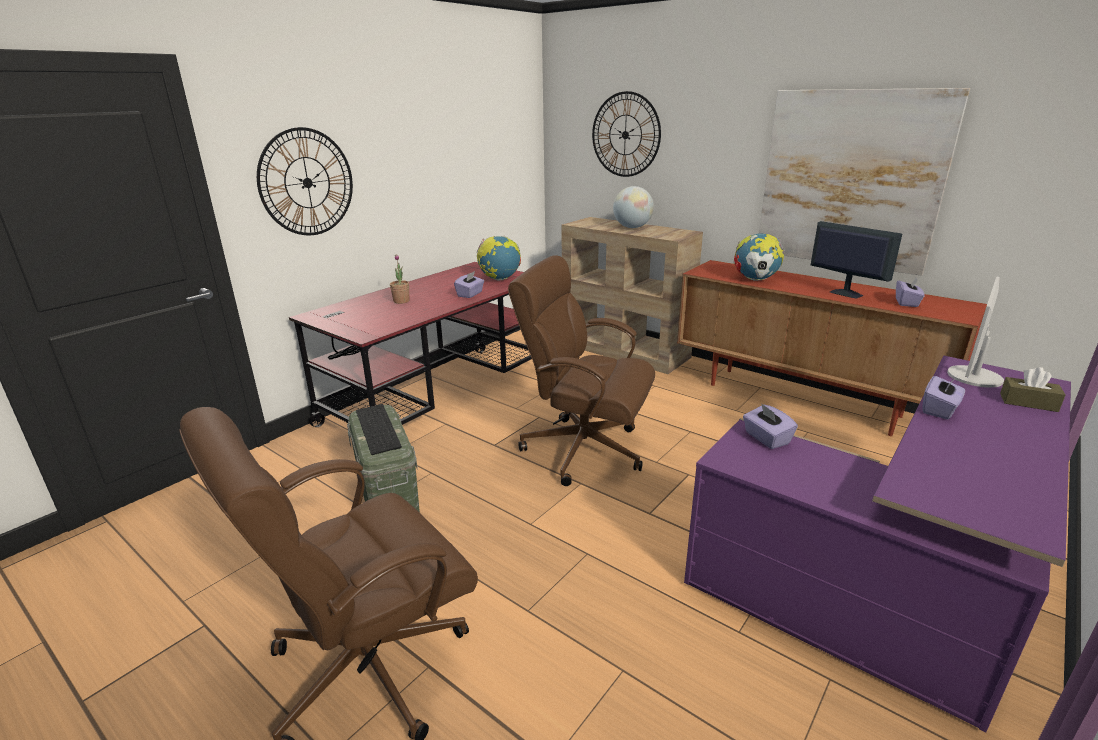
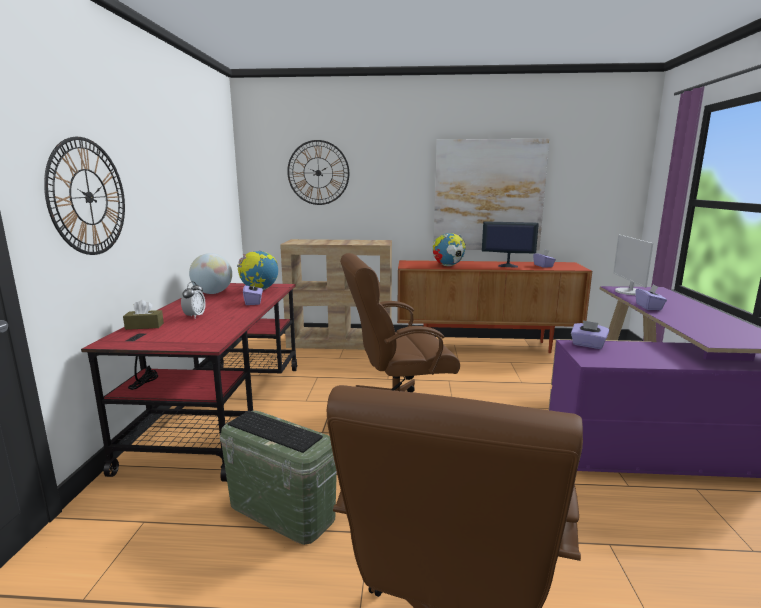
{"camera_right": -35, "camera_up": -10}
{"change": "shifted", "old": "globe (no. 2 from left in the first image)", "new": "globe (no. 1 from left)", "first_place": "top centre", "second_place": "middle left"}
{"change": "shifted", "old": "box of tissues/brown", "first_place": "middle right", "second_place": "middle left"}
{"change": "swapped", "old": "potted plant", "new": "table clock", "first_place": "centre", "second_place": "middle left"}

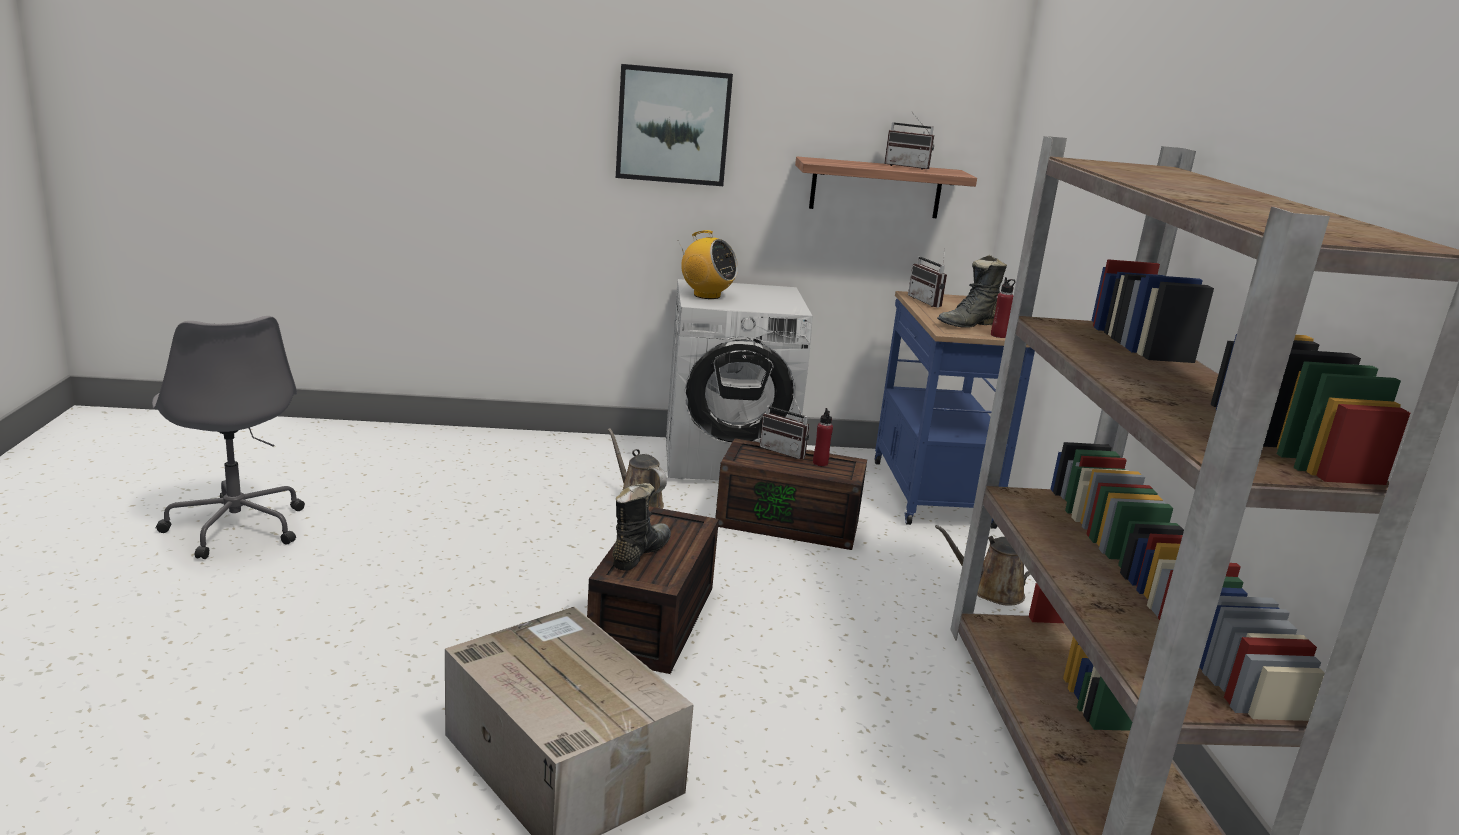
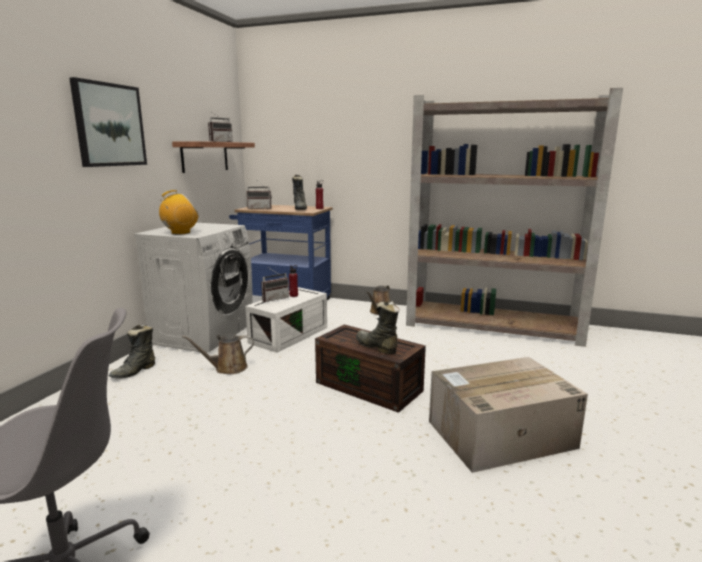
{"camera_right": -65, "camera_up": -5}
{"change": "new", "new": "high-top boot/blackish (no. 1 from left)", "second_place": "middle left"}
{"change": "repainted", "old": "storage box/brown (no. 2 from left)", "new": "storage box/whitish", "first_place": "centre", "second_place": "centre"}

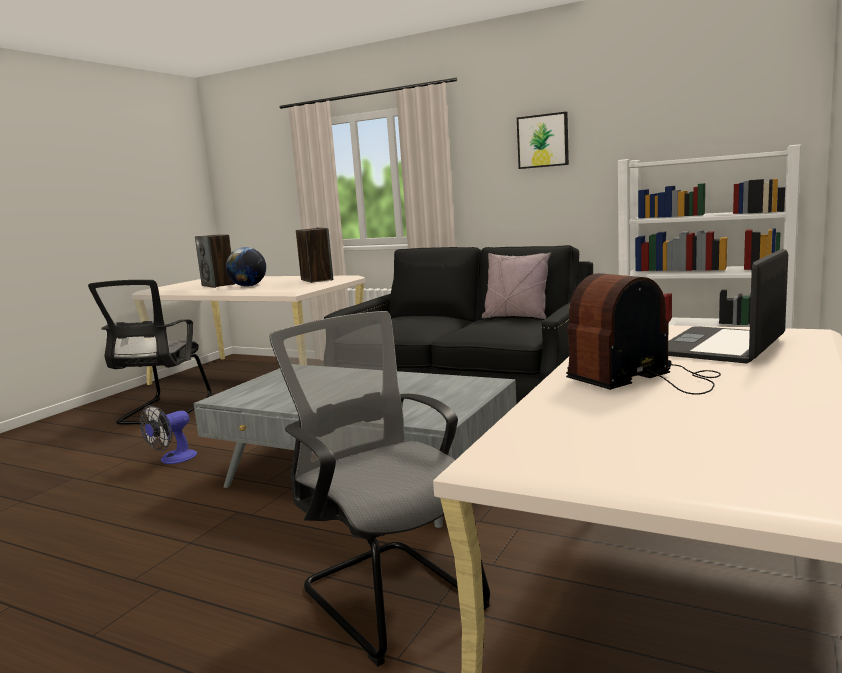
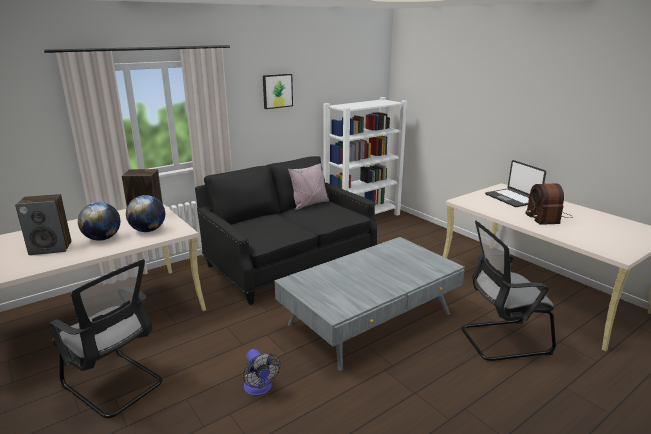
{"camera_right": -65, "camera_up": 10}
{"change": "new", "new": "globe (no. 2 from left)", "second_place": "middle left"}

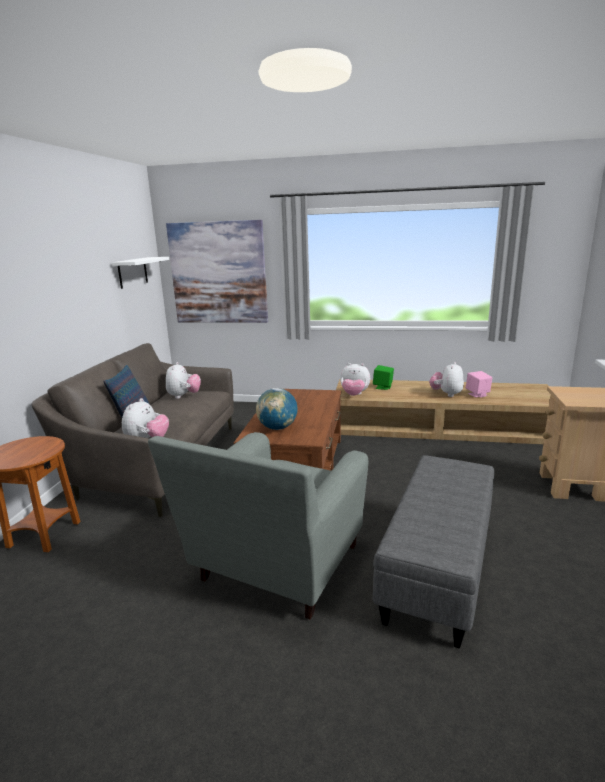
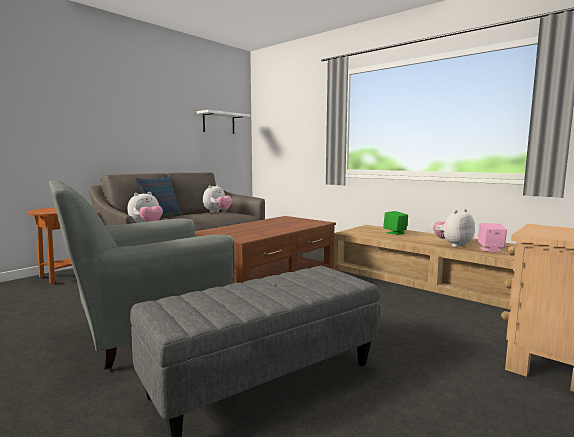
{"camera_right": 30, "camera_up": -10}
{"change": "gone", "old": "picture", "first_place": "centre"}
{"change": "gone", "old": "globe", "first_place": "centre"}
{"change": "gone", "old": "plush toy (no. 3 from left)", "first_place": "centre"}

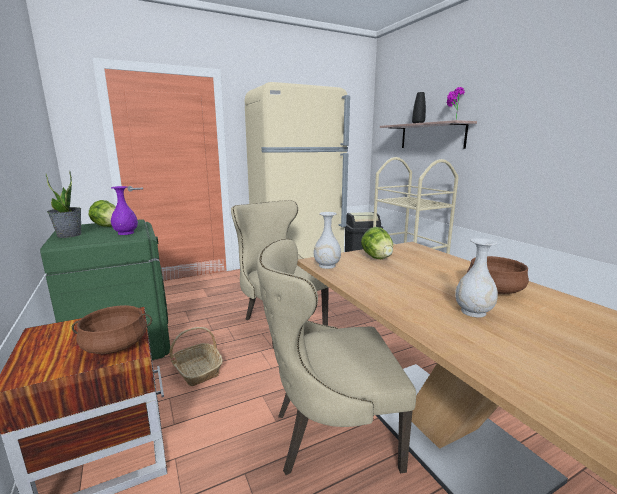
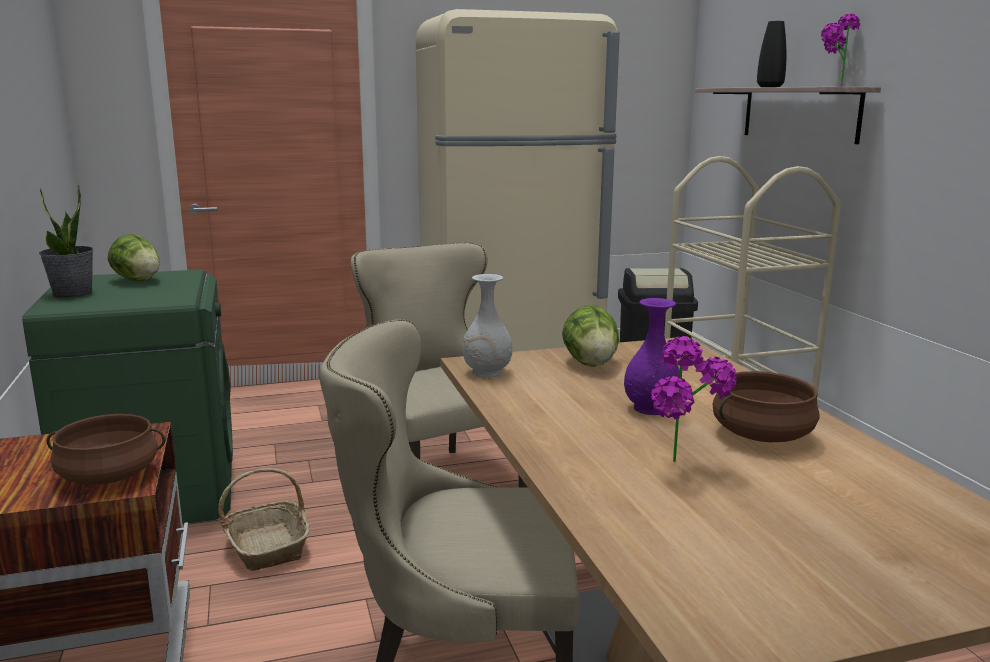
{"camera_right": 10, "camera_up": 0}
{"change": "shifted", "old": "flower vase/purple-coloured", "first_place": "middle left", "second_place": "centre"}
{"change": "swapped", "old": "flower vase/whitish (no. 2 from left)", "new": "potted plant (no. 2 from left)", "first_place": "middle right", "second_place": "middle right"}

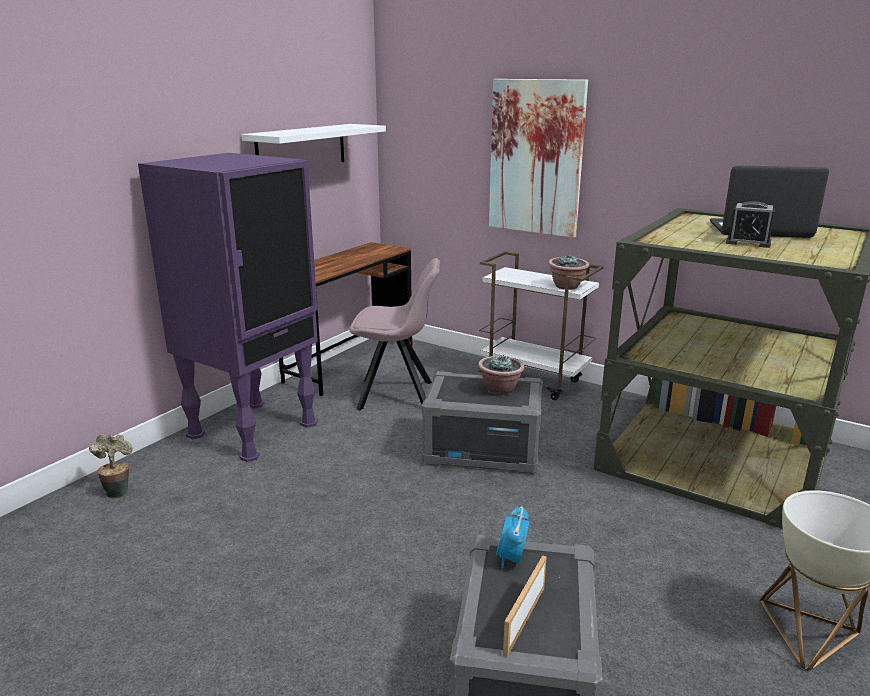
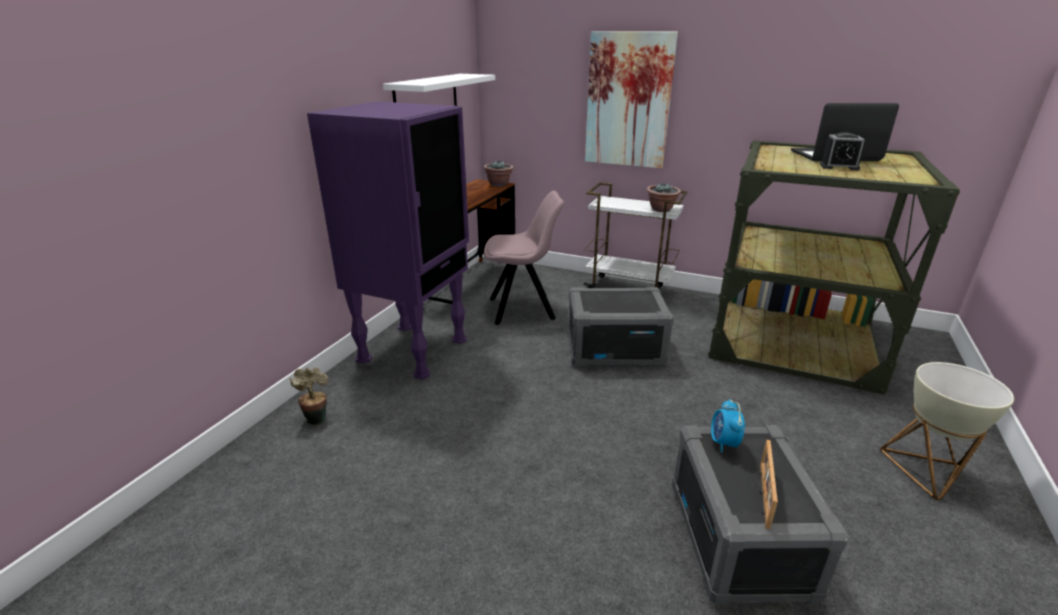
{"camera_right": -10, "camera_up": 5}
{"change": "shifted", "old": "potted plant (no. 2 from left)", "first_place": "centre", "second_place": "top centre"}

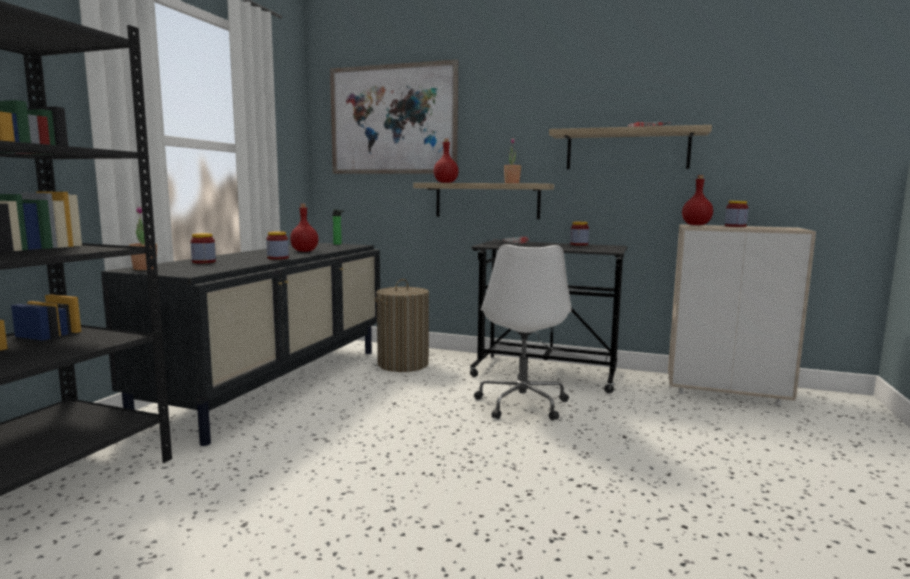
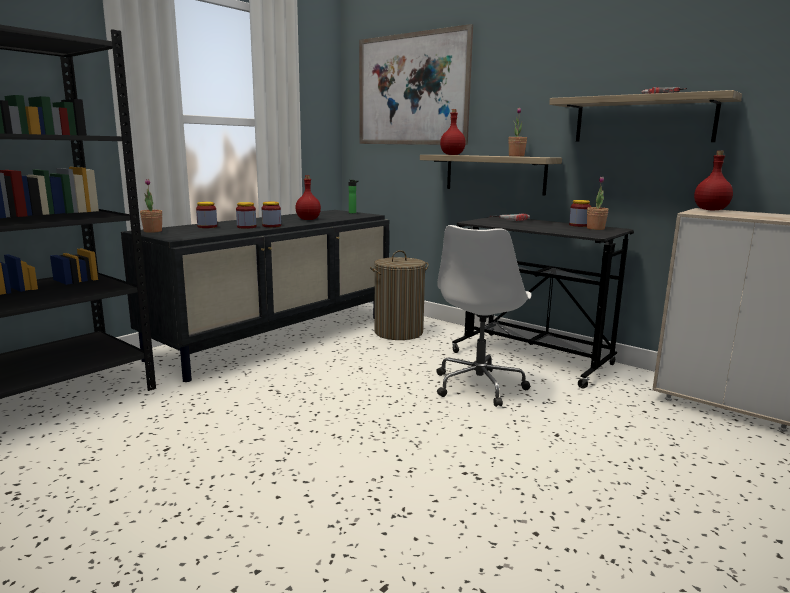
{"camera_right": 20, "camera_up": 5}
{"change": "new", "new": "potted plant (no. 3 from left)", "second_place": "middle right"}
{"change": "shifted", "old": "jar (no. 4 from left in the first image)", "new": "jar (no. 2 from left)", "first_place": "middle right", "second_place": "middle left"}

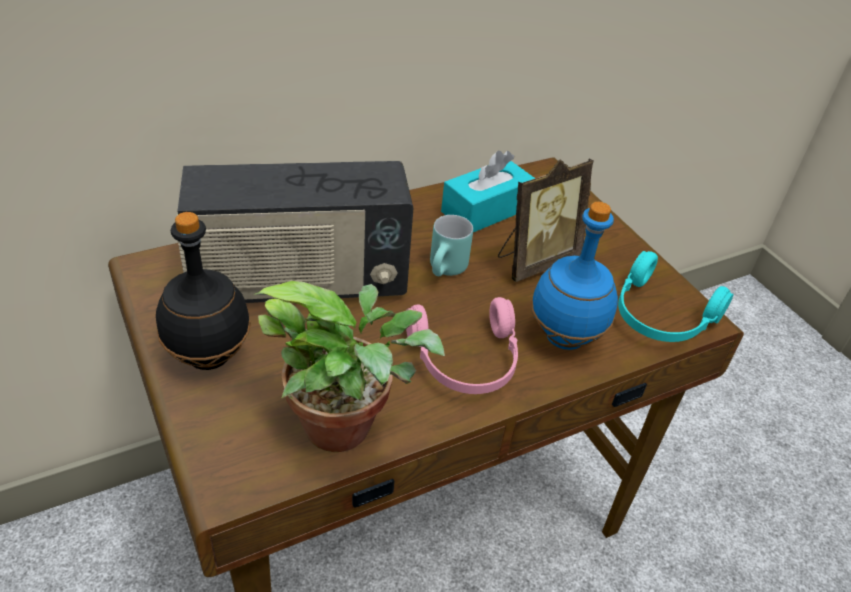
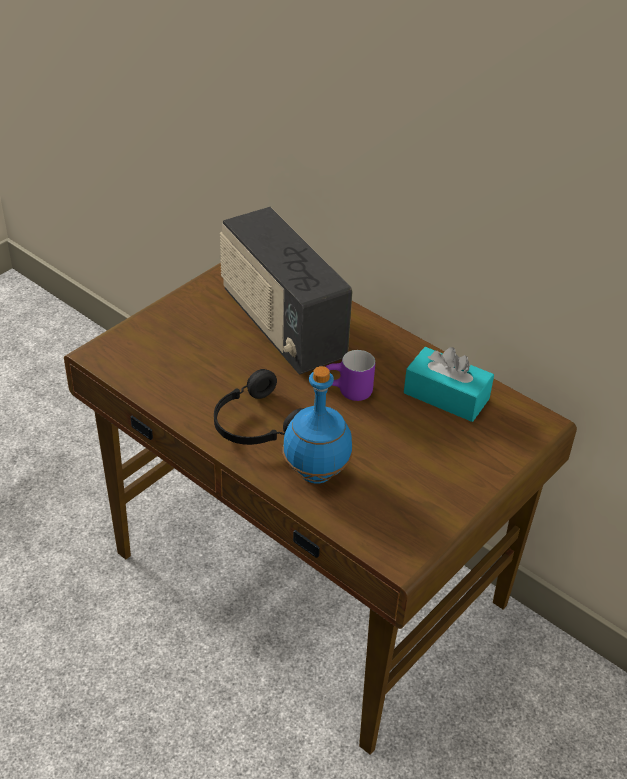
{"camera_right": 70, "camera_up": 0}
{"change": "gone", "old": "bottle/blackish", "first_place": "middle left"}
{"change": "gone", "old": "potted plant", "first_place": "centre"}
{"change": "gone", "old": "photo frame", "first_place": "centre"}
{"change": "gone", "old": "pair of headphones/blue-green", "first_place": "middle right"}
{"change": "repainted", "old": "pair of headphones/pink", "new": "pair of headphones/blackish", "first_place": "centre", "second_place": "centre"}
{"change": "repainted", "old": "coffee mug/blue-green", "new": "coffee mug/purple-coloured", "first_place": "centre", "second_place": "centre"}

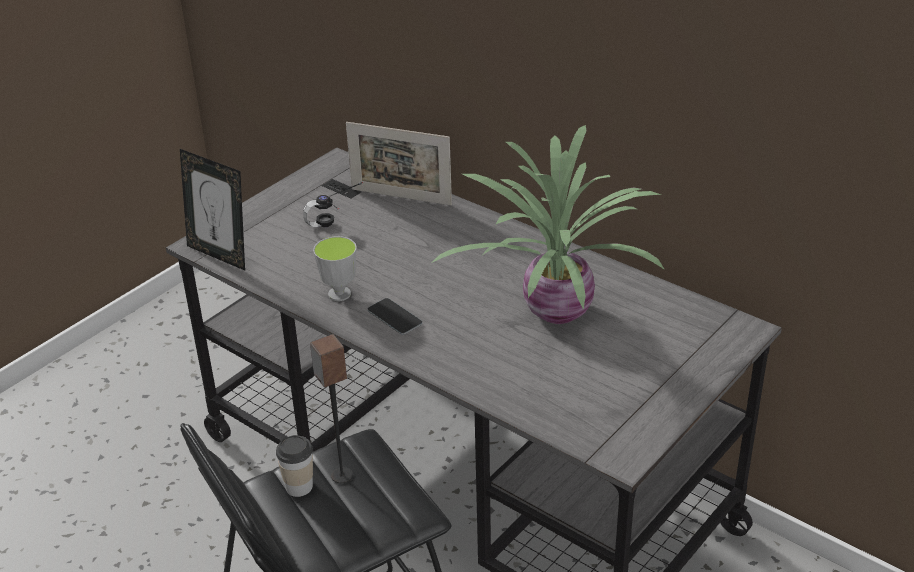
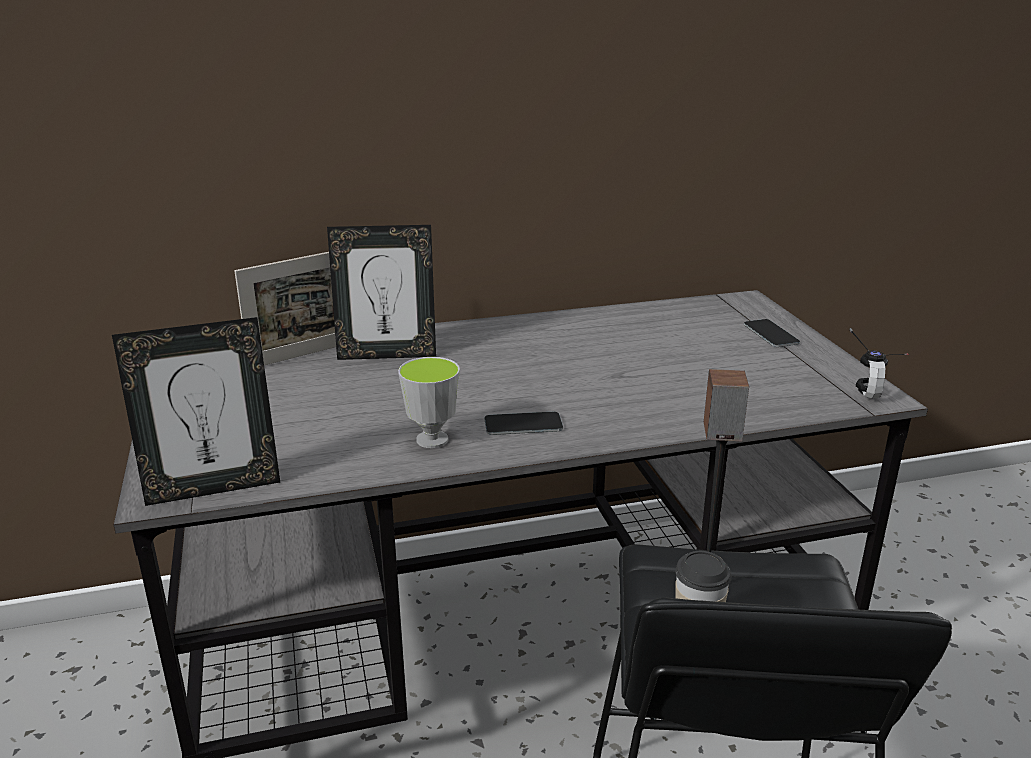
{"camera_right": -55, "camera_up": -10}
{"change": "gone", "old": "potted plant", "first_place": "centre"}
{"change": "new", "new": "photo frame (no. 3 from left)", "second_place": "centre"}
{"change": "new", "new": "telephone (no. 2 from left)", "second_place": "middle right"}
{"change": "shifted", "old": "pair of headphones", "first_place": "centre", "second_place": "middle right"}

